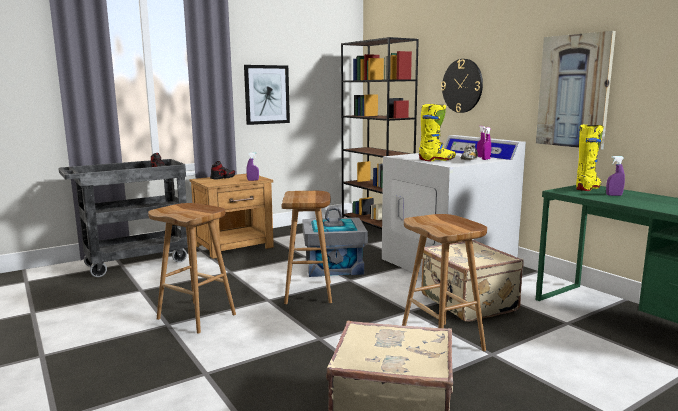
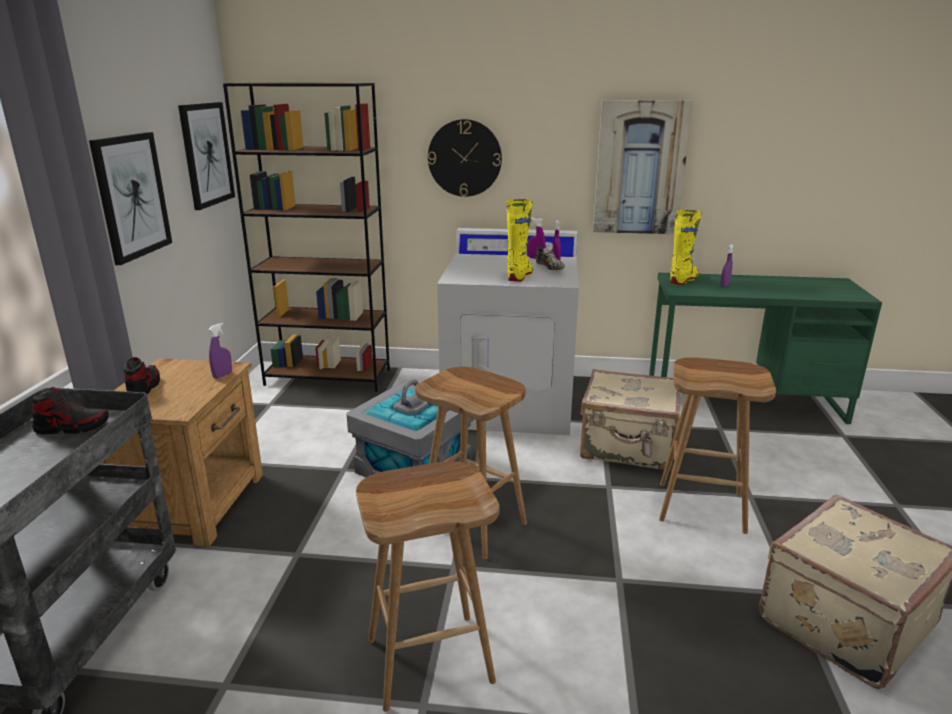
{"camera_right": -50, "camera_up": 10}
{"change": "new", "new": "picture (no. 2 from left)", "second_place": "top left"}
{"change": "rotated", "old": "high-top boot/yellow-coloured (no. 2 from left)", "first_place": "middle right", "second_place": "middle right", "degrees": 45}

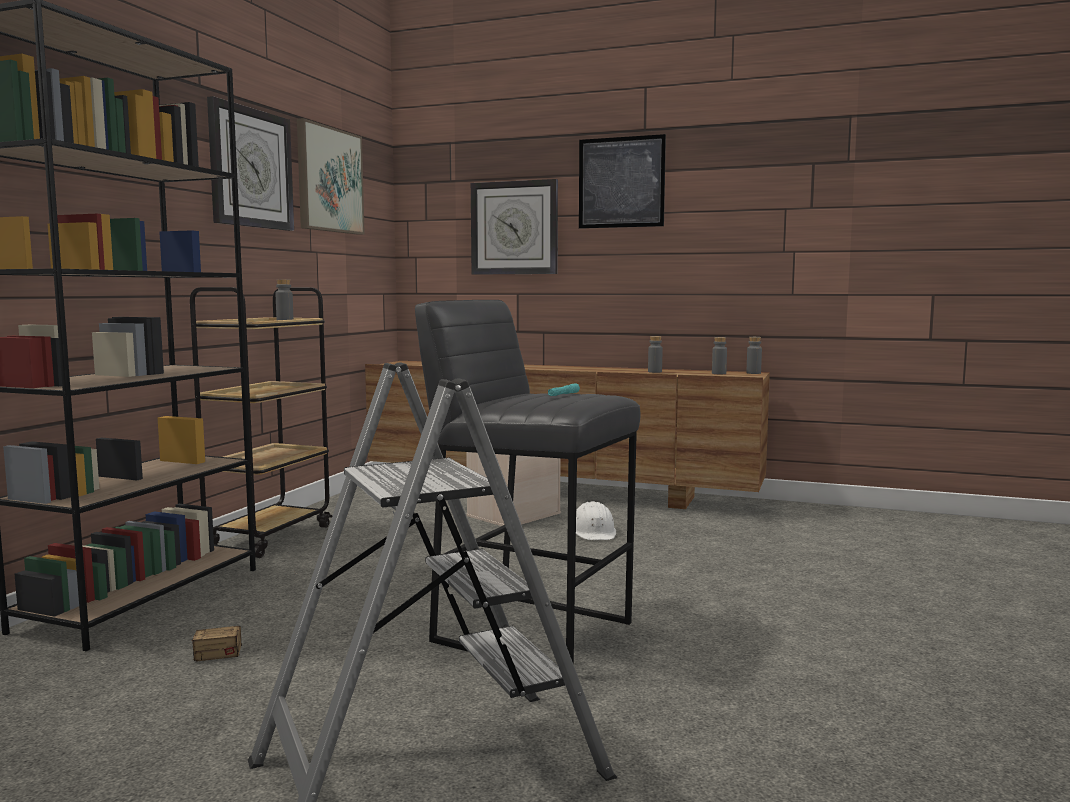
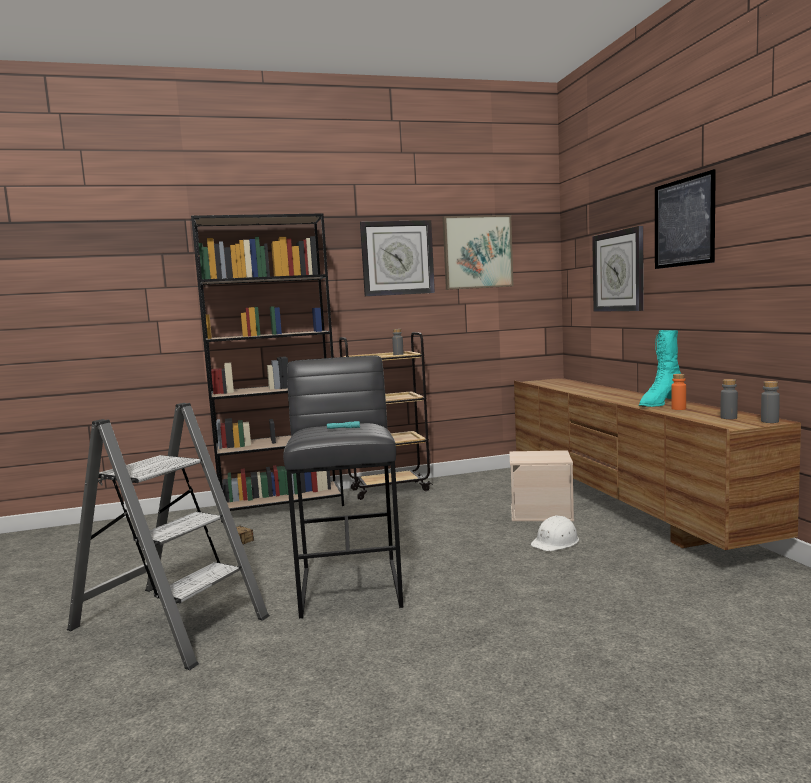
{"camera_right": 55, "camera_up": 0}
{"change": "new", "new": "high-top boot/blue-green", "second_place": "middle right"}
{"change": "repainted", "old": "bottle/gray (no. 2 from left)", "new": "bottle/orangey", "first_place": "centre", "second_place": "middle right"}

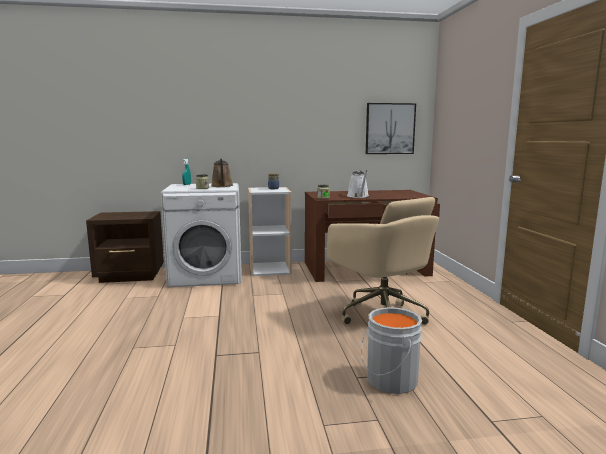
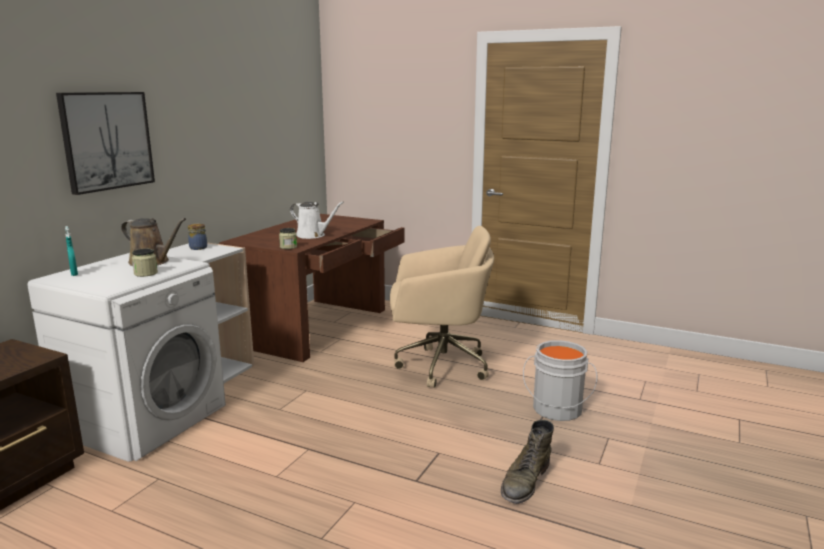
{"camera_right": -55, "camera_up": 5}
{"change": "new", "new": "high-top boot/greenish", "second_place": "bottom centre"}
{"change": "shifted", "old": "picture", "first_place": "top centre", "second_place": "top left"}

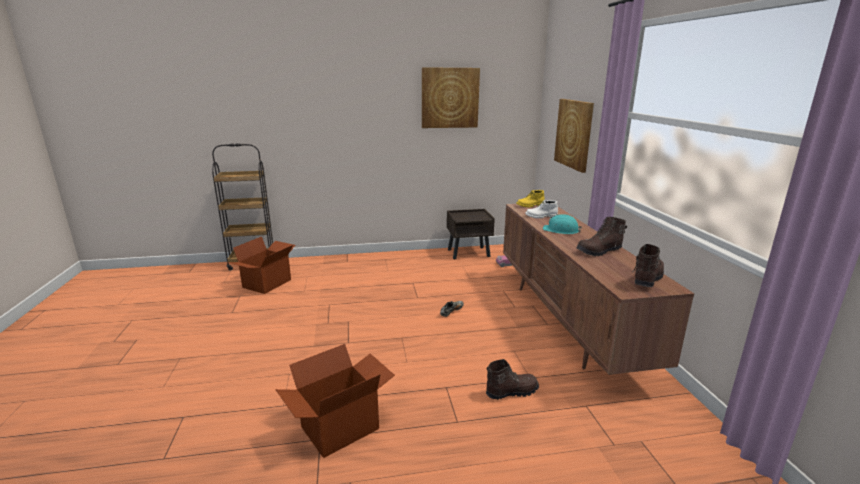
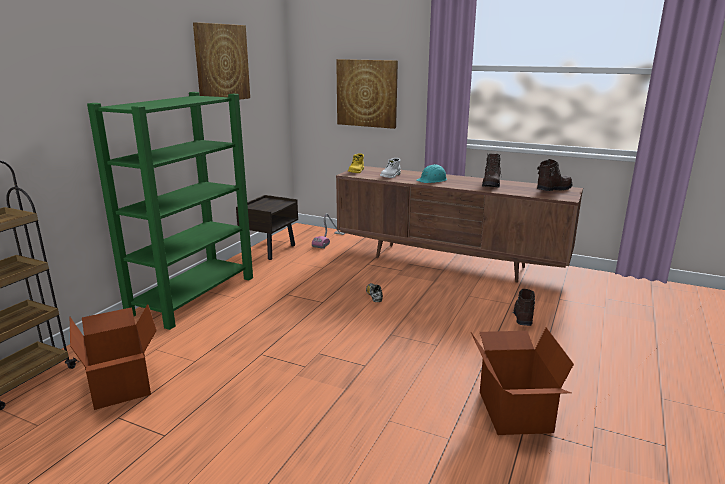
{"camera_right": -55, "camera_up": 0}
{"change": "new", "new": "bookcase/greenish", "second_place": "middle left"}
{"change": "rotated", "old": "high-top boot/brown (no. 3 from left)", "first_place": "middle right", "second_place": "middle right", "degrees": 75}

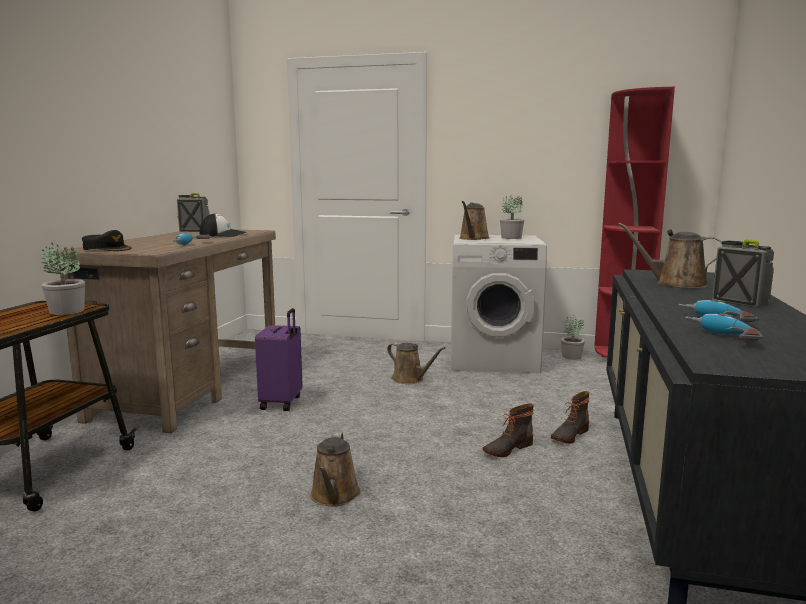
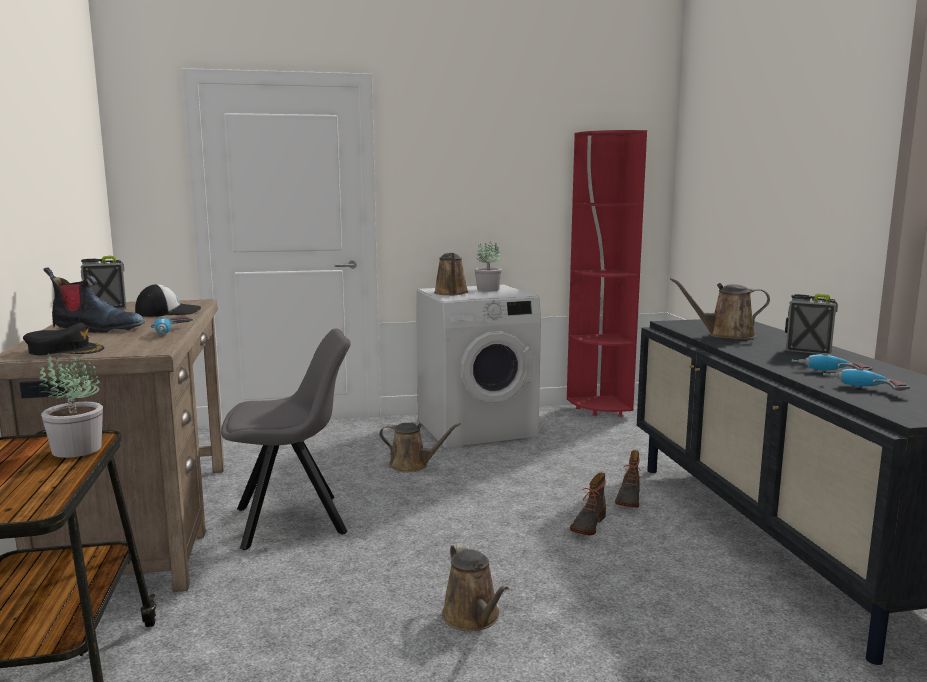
{"camera_right": -25, "camera_up": 0}
{"change": "gone", "old": "potted plant (no. 3 from left)", "first_place": "middle right"}
{"change": "new", "new": "high-top boot (no. 1 from left)", "second_place": "middle left"}
{"change": "swapped", "old": "suitcase/purple-coloured", "new": "chair/gray", "first_place": "centre", "second_place": "middle left"}

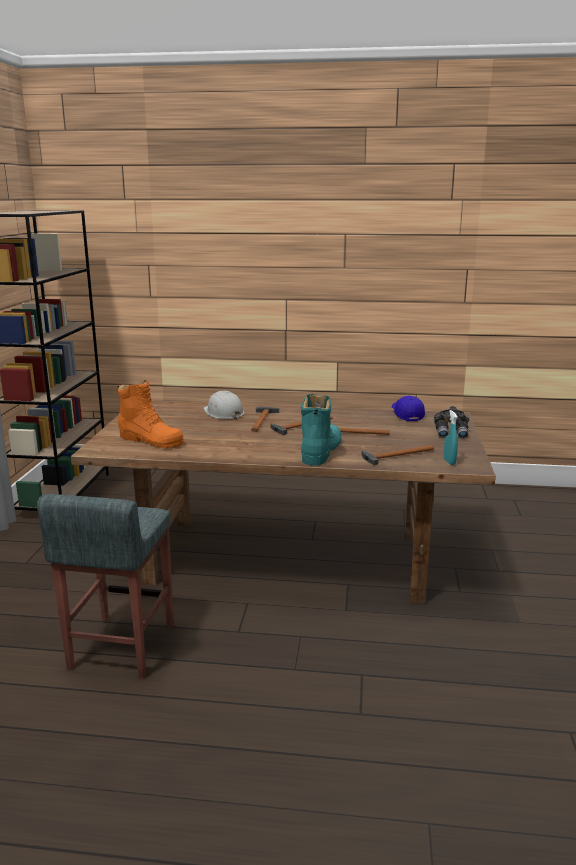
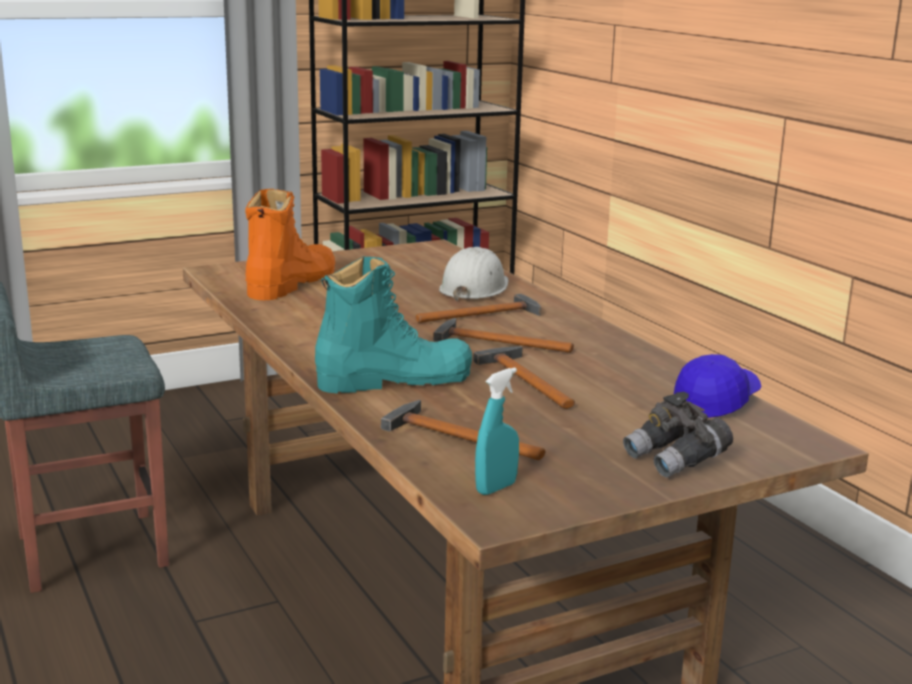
{"camera_right": 55, "camera_up": 0}
{"change": "rotated", "old": "high-top boot/orangey", "first_place": "middle left", "second_place": "middle left", "degrees": -150}

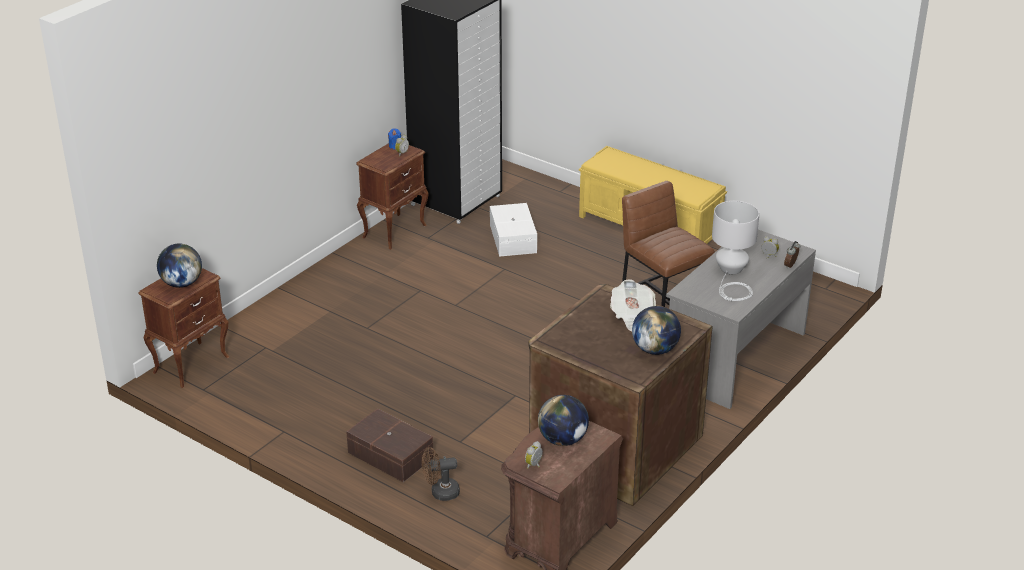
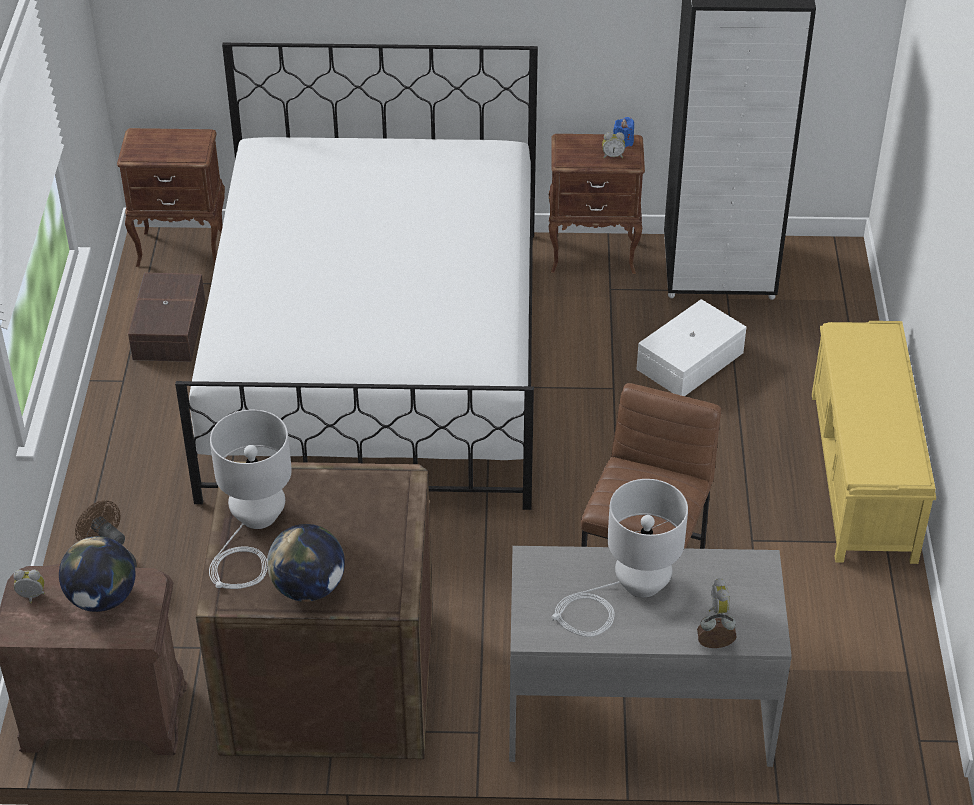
{"camera_right": 55, "camera_up": 10}
{"change": "gone", "old": "globe (no. 1 from left)", "first_place": "middle left"}
{"change": "gone", "old": "daily paper", "first_place": "centre"}
{"change": "new", "new": "sleeping bed/whitish", "second_place": "centre"}
{"change": "new", "new": "tabletop lamp/gray (no. 1 from left)", "second_place": "middle left"}
{"change": "shifted", "old": "storage box/brown", "first_place": "bottom centre", "second_place": "middle left"}

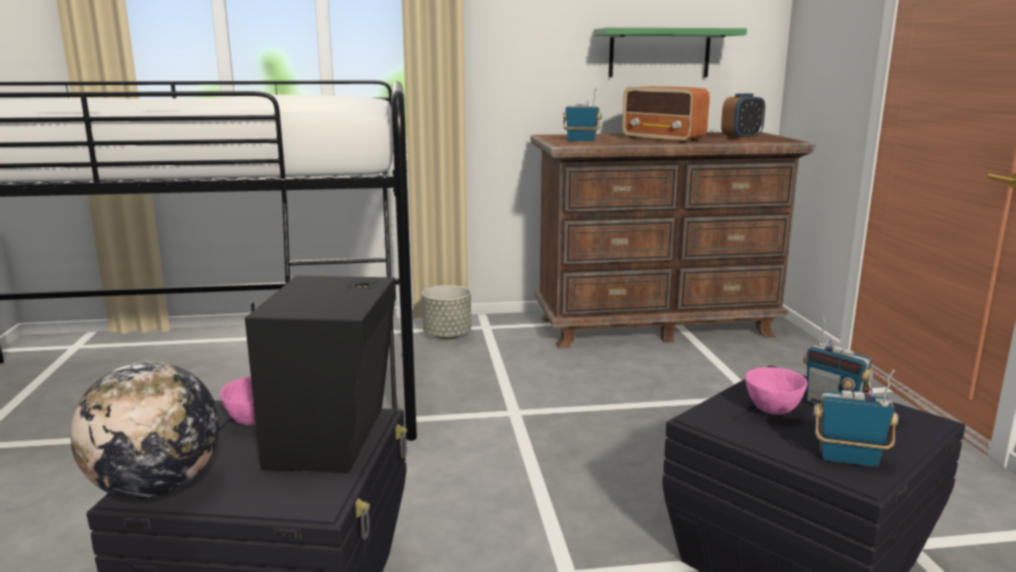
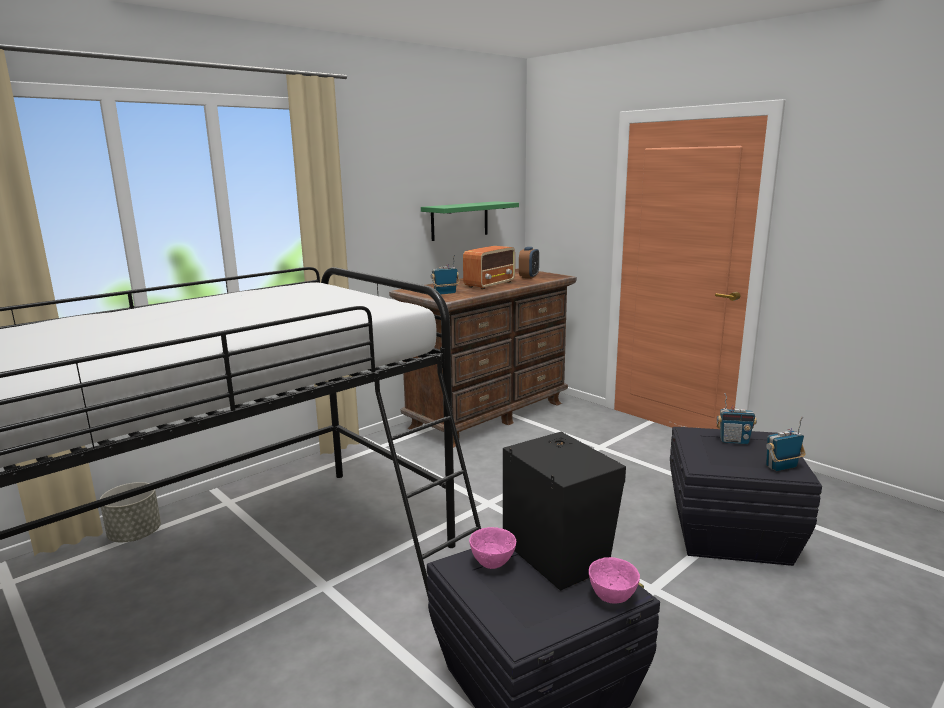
{"camera_right": -35, "camera_up": 0}
{"change": "gone", "old": "globe", "first_place": "bottom left"}
{"change": "shifted", "old": "flower pot/gray", "first_place": "centre", "second_place": "bottom left"}
{"change": "shifted", "old": "serving bowl/pink (no. 2 from left)", "first_place": "bottom right", "second_place": "bottom centre"}
{"change": "rotated", "old": "radio receiver (no. 2 from left)", "first_place": "top centre", "second_place": "centre", "degrees": -60}

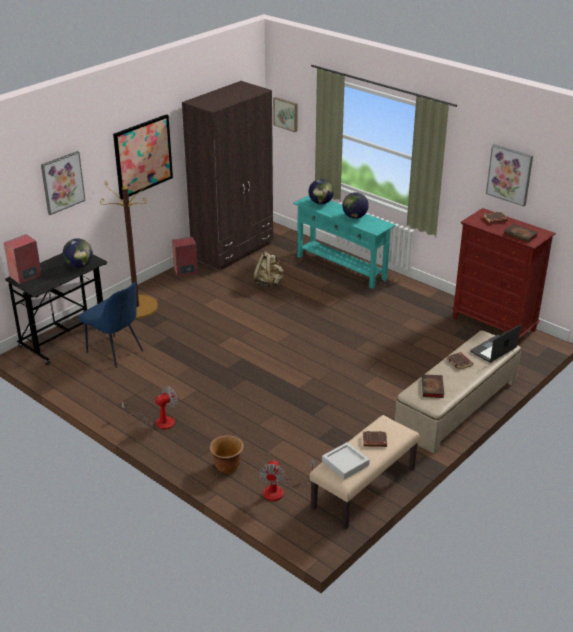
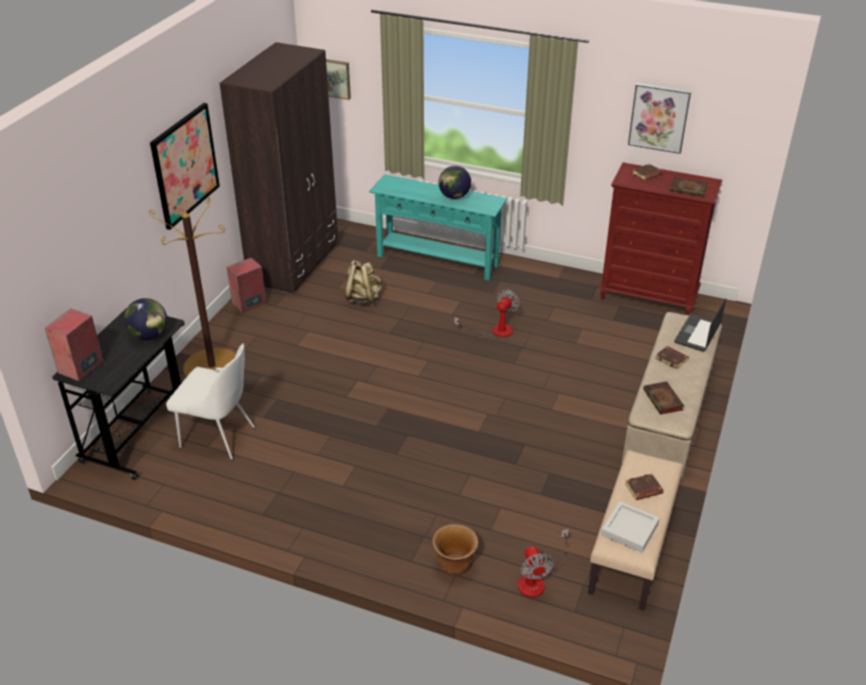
{"camera_right": -20, "camera_up": 5}
{"change": "gone", "old": "picture (no. 1 from left)", "first_place": "top left"}
{"change": "gone", "old": "globe (no. 2 from left)", "first_place": "top centre"}
{"change": "shifted", "old": "cooling fan (no. 1 from left)", "first_place": "middle left", "second_place": "centre"}
{"change": "repainted", "old": "chair/bluish", "new": "chair/whitish", "first_place": "middle left", "second_place": "middle left"}

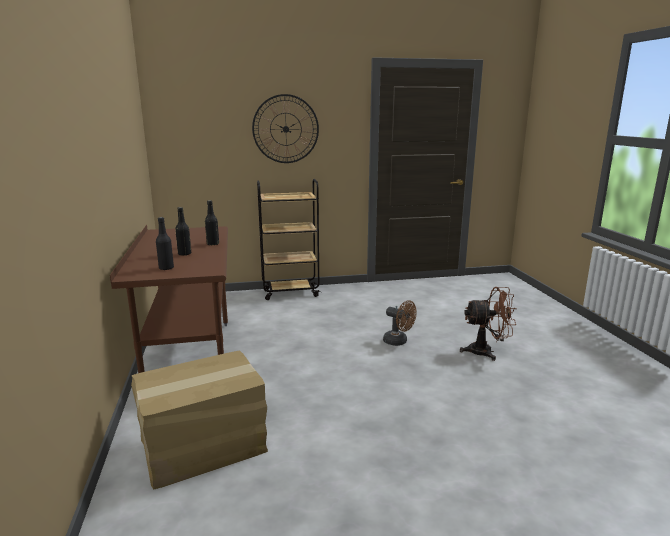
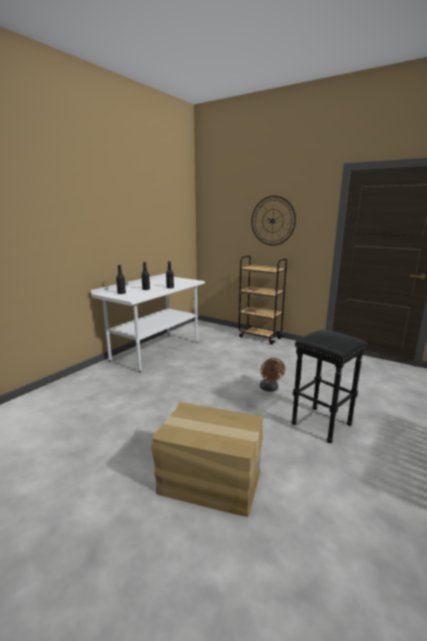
{"camera_right": 45, "camera_up": 0}
{"change": "shifted", "old": "cardboard box", "first_place": "bottom left", "second_place": "bottom centre"}
{"change": "swapped", "old": "cooling fan/brown (no. 2 from left)", "new": "stool/blackish", "first_place": "middle right", "second_place": "middle right"}
{"change": "repainted", "old": "desk table/brown", "new": "desk table/whitish", "first_place": "middle left", "second_place": "centre"}

